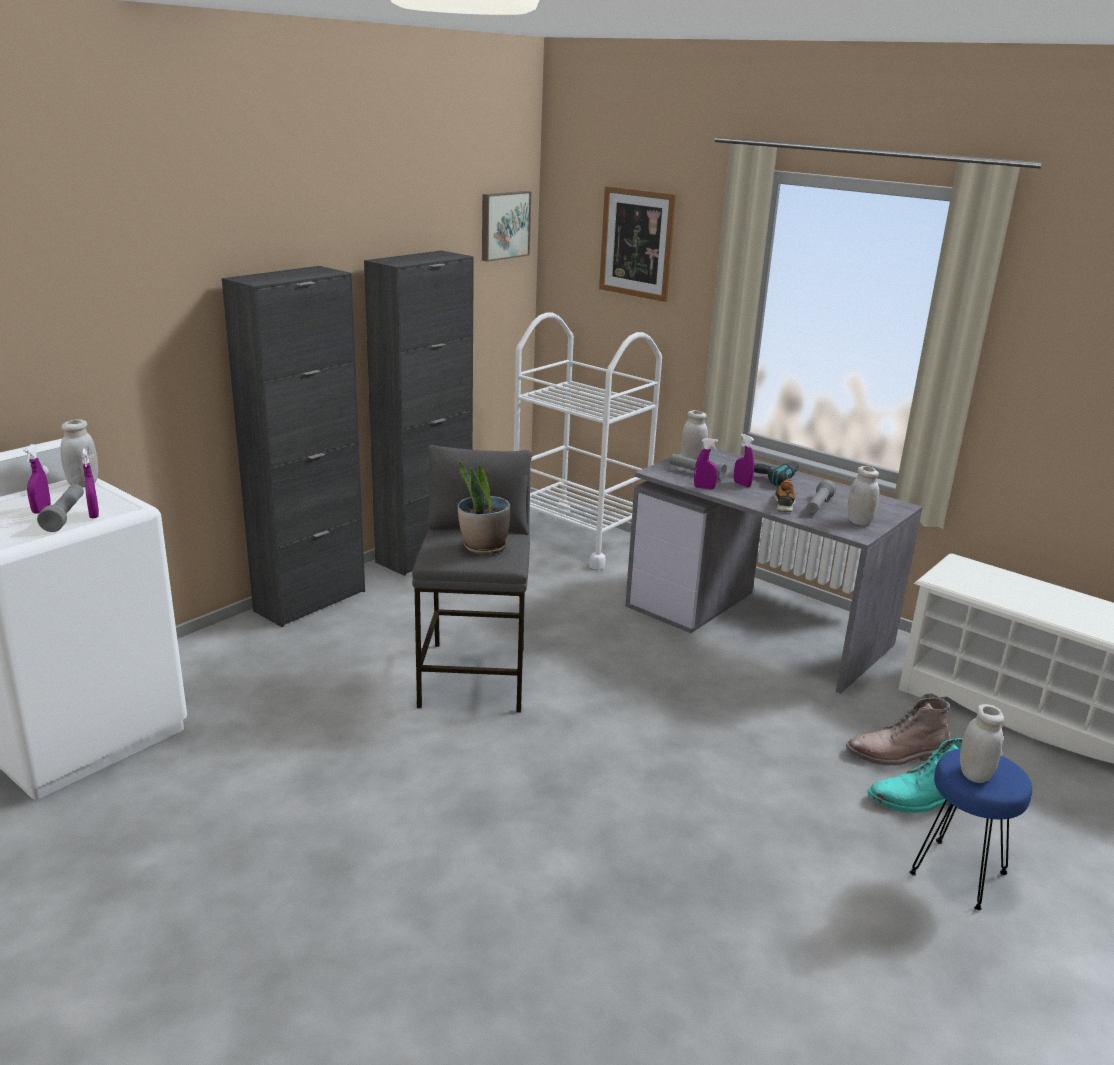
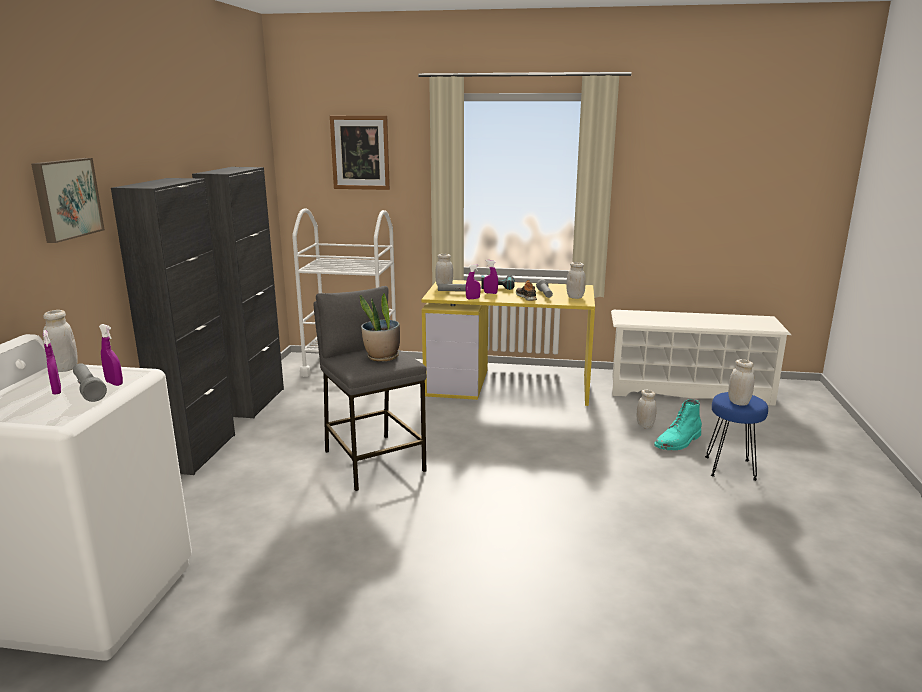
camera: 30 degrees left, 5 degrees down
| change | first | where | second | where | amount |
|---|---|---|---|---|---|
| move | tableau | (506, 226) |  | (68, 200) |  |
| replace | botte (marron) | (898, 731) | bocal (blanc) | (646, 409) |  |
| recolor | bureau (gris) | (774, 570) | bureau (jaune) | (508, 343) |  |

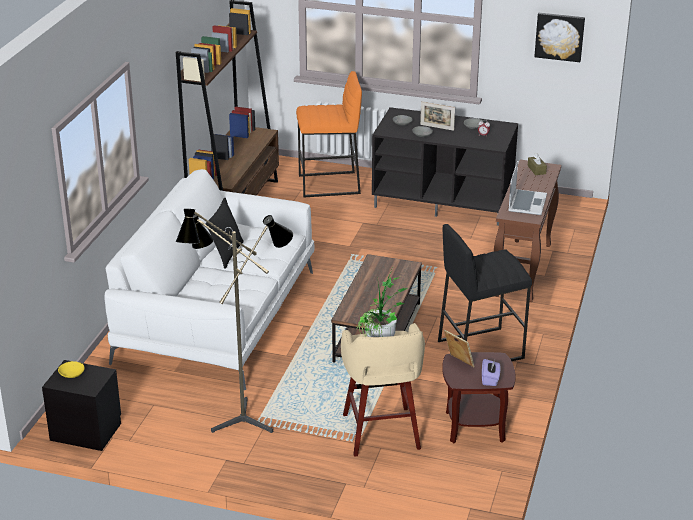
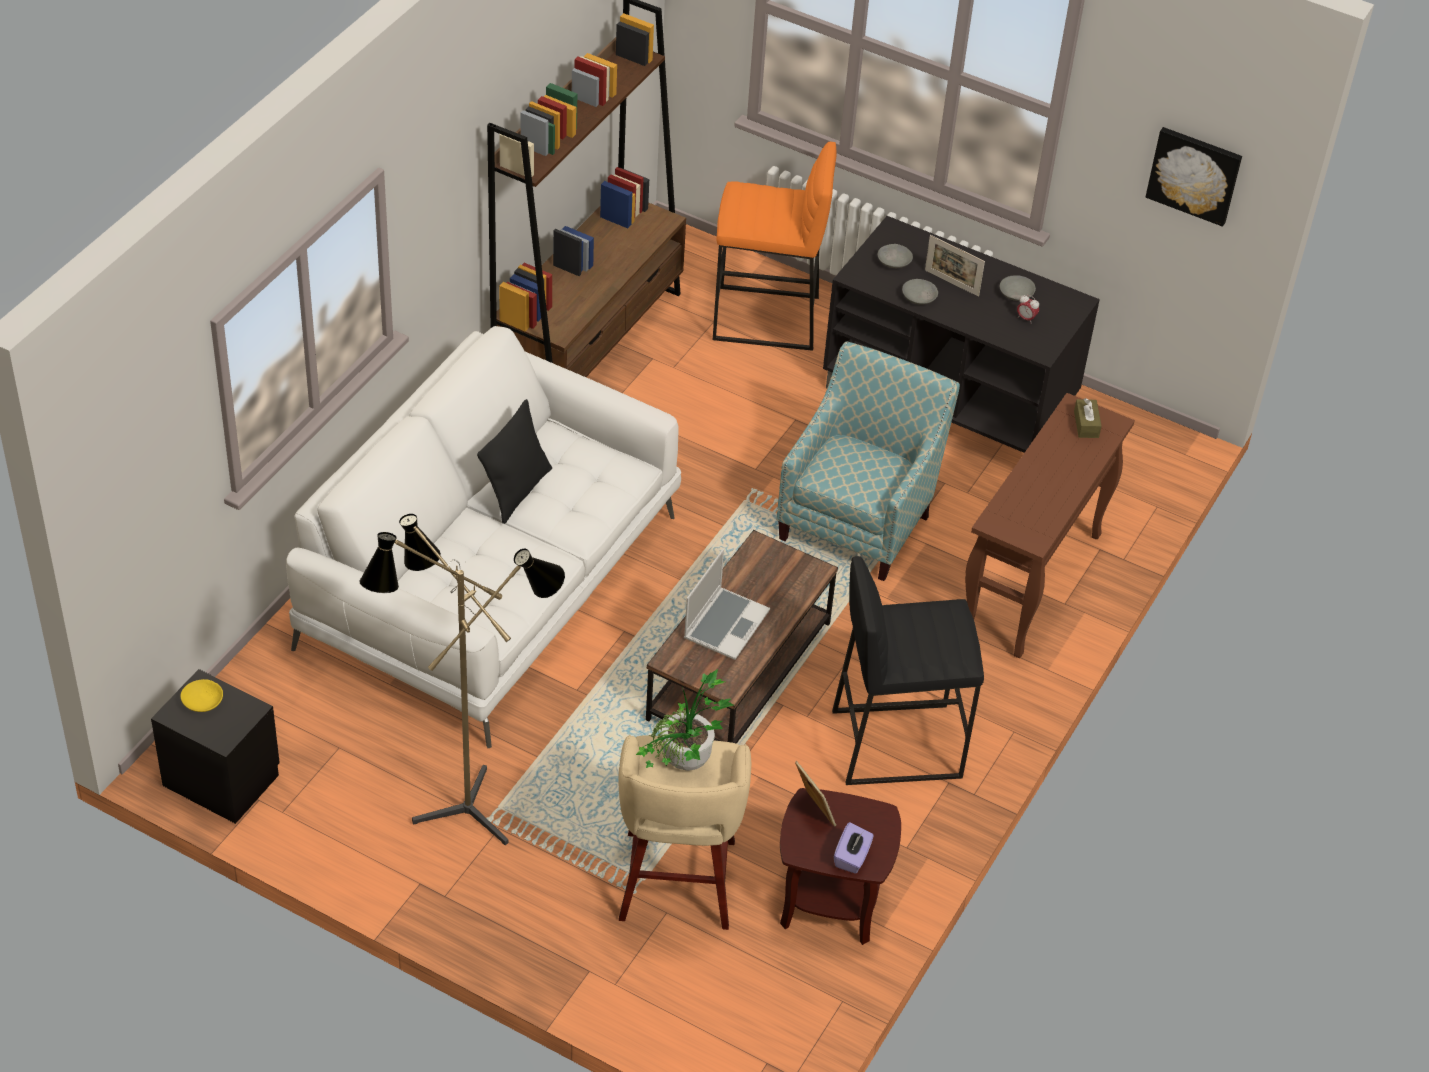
camera: 10 degrees right, 15 degrees up
| change | first | where | second | where | amount |
|---|---|---|---|---|---|
| insert |  |  | fauteuil | (868, 461) |  |
| move | ordinateur portable | (527, 188) |  | (727, 604) |  |

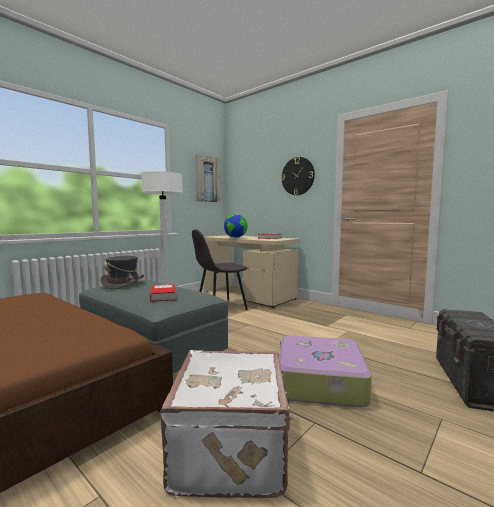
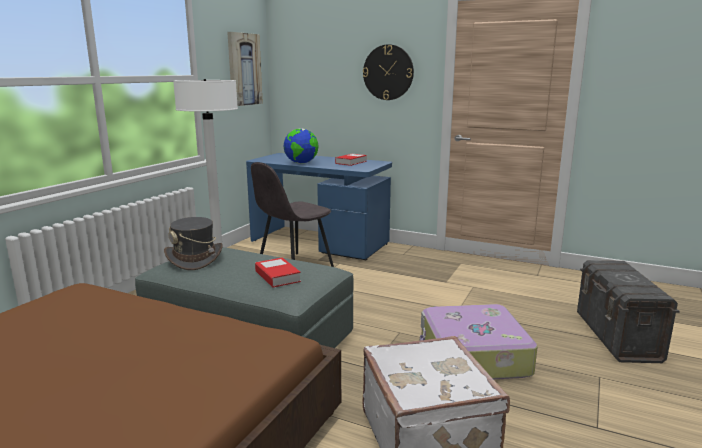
camera: 15 degrees left, 10 degrees up
| change | first | where | second | where | amount |
|---|---|---|---|---|---|
| recolor | bureau (beige) | (251, 271) | bureau (bleu) | (319, 206) |  |

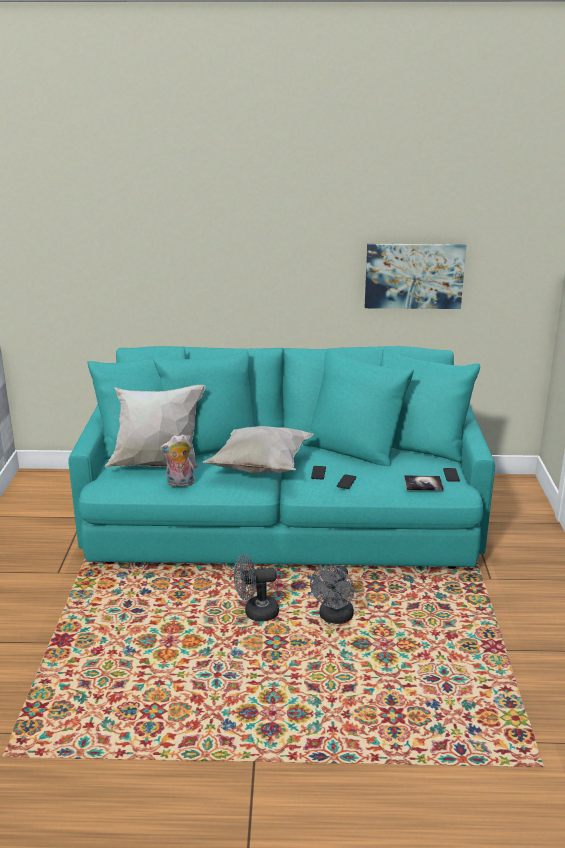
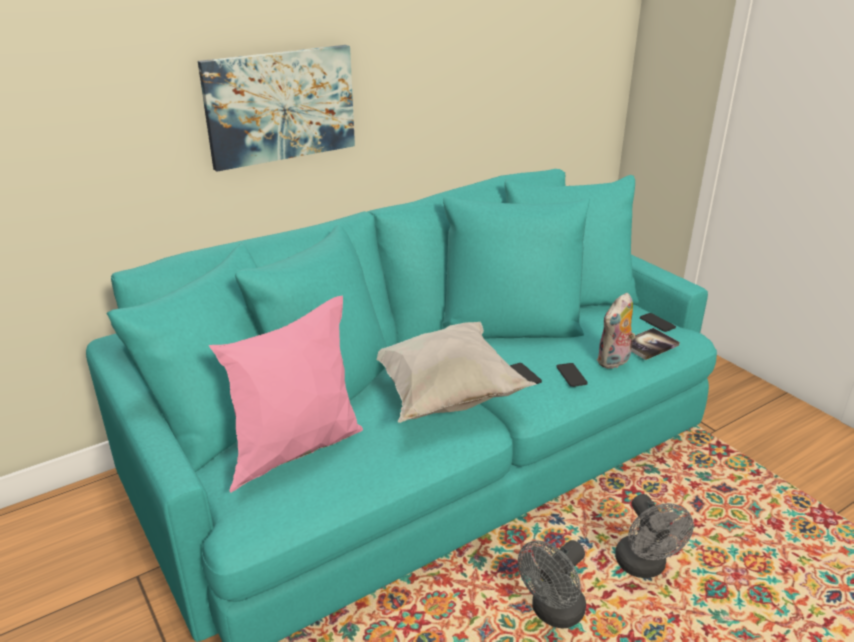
camera: 35 degrees left, 5 degrees up
| change | first | where | second | where | amount |
|---|---|---|---|---|---|
| move | peluche | (177, 460) |  | (616, 331) |  |
| move | tableau | (415, 276) |  | (276, 108) |  |
| recolor | coussin (blanc) | (155, 426) | coussin (rose) | (286, 394) |  |

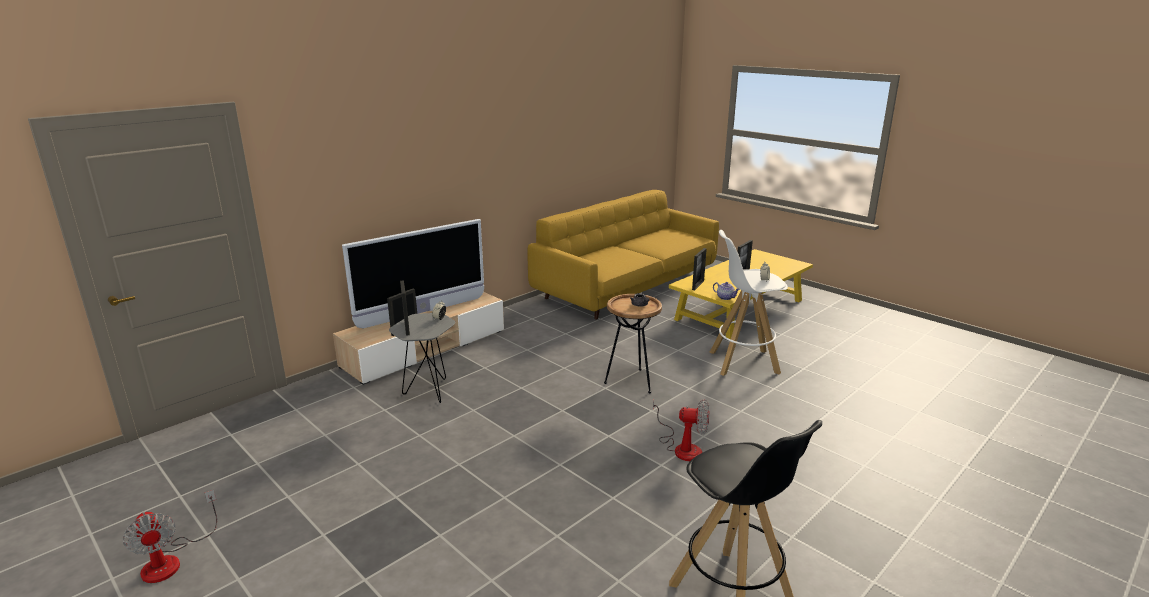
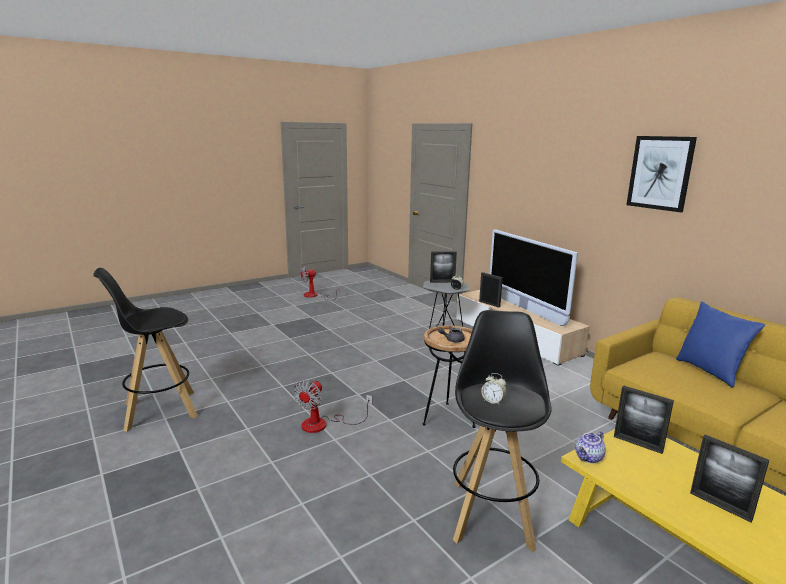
camera: 100 degrees right, 5 degrees down
| change | first | where | second | where | amount |
|---|---|---|---|---|---|
| insert |  |  | tableau | (661, 174) |  |
| insert |  |  | coussin (bleu) | (720, 344) |  |
| recolor | tabouret (blanc) | (748, 303) | tabouret (noir) | (502, 431) |  |

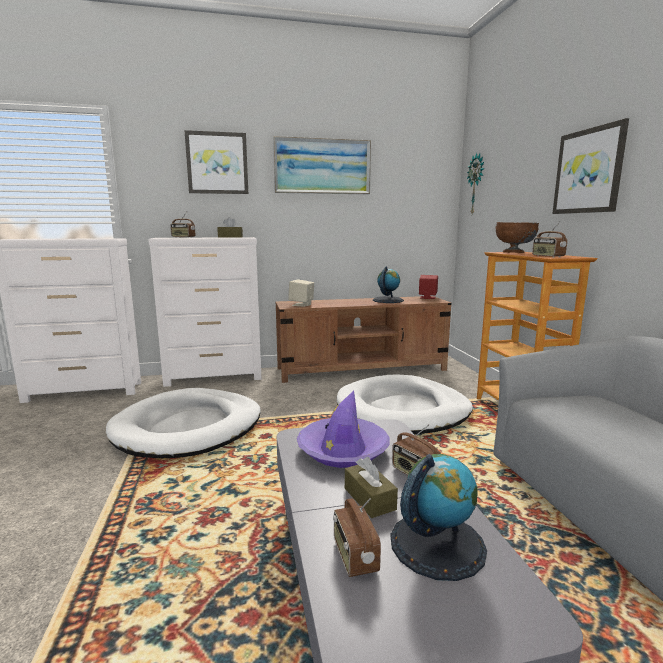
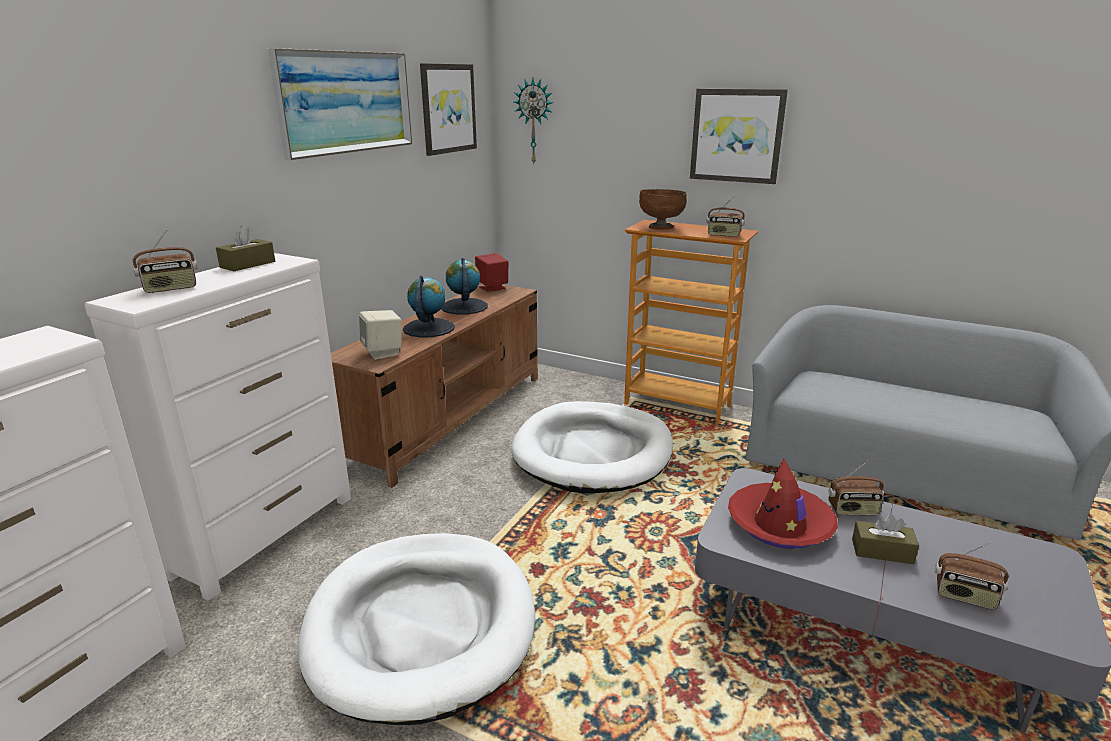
camera: 50 degrees left, 10 degrees up
| change | first | where | second | where | amount |
|---|---|---|---|---|---|
| move | tableau | (216, 162) |  | (448, 109) |  |
| move | globe | (439, 517) |  | (429, 306) |  |
| recolor | chapeau (violet) | (343, 429) | chapeau (rouge) | (783, 503) |  |

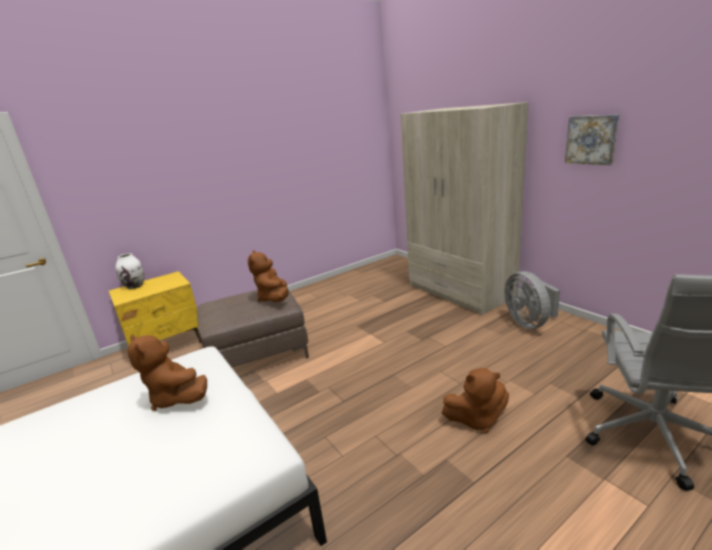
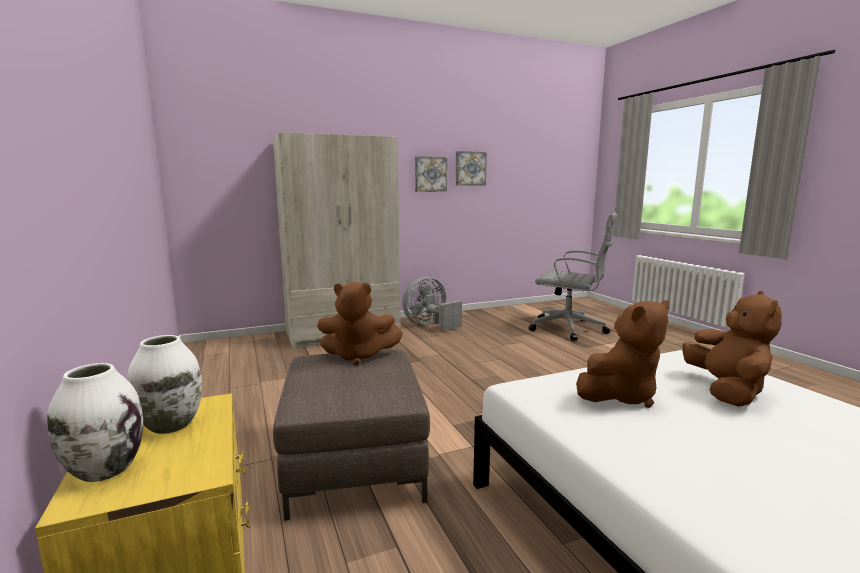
camera: 80 degrees left, 10 degrees down
| change | first | where | second | where | amount |
|---|---|---|---|---|---|
| insert |  |  | vase (blanc) | (164, 384) |  |
| insert |  |  | tableau | (471, 168) |  |
| move | peluche (marron) | (475, 401) |  | (732, 349) |  |
| rotate | ventilateur (gris) | (532, 300) |  | (432, 304) | 150 degrees clockwise |

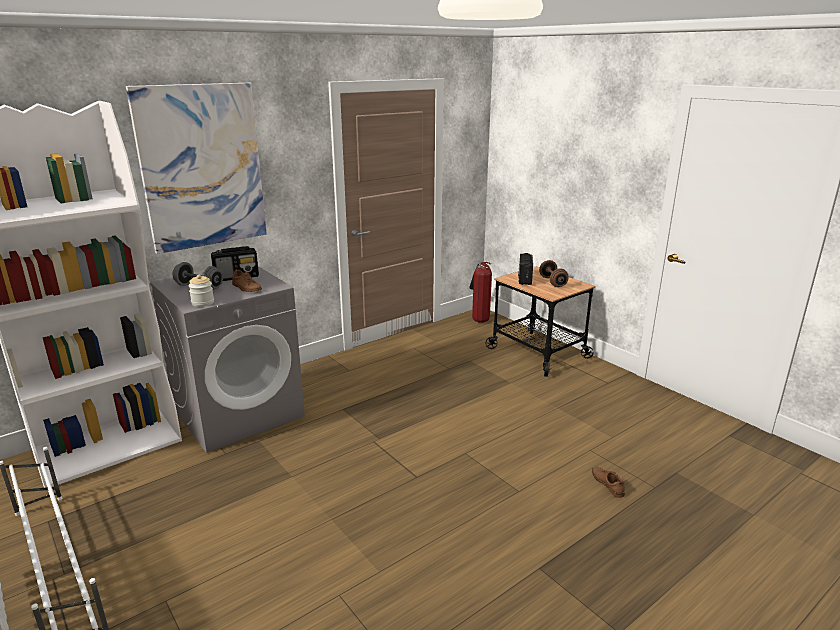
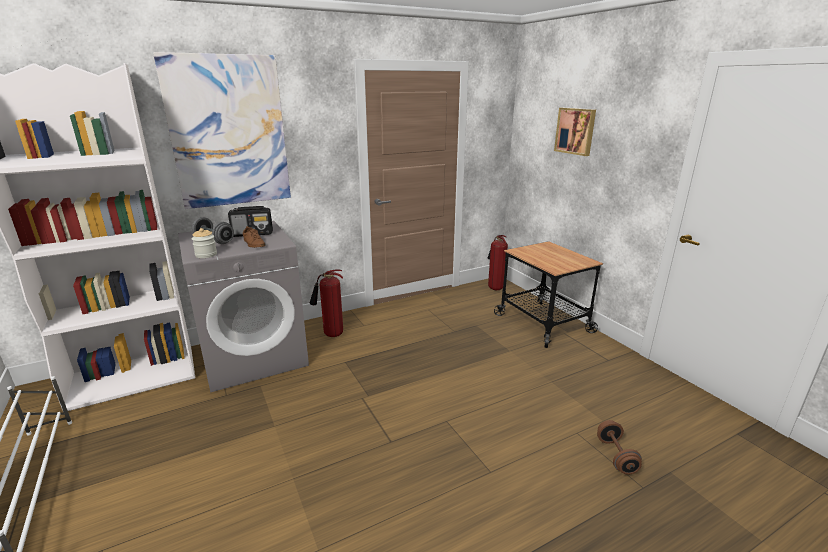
camera: 10 degrees right, 0 degrees up
| change | first | where | second | where | amount |
|---|---|---|---|---|---|
| delete | radio | (525, 269) |  |  |  |
| delete | chaussure (marron) | (608, 482) |  |  |  |
| insert |  |  | extincteur | (326, 303) |  |
| insert |  |  | tableau | (575, 132) |  |
| move | haltère (marron) | (553, 273) |  | (619, 447) |  |

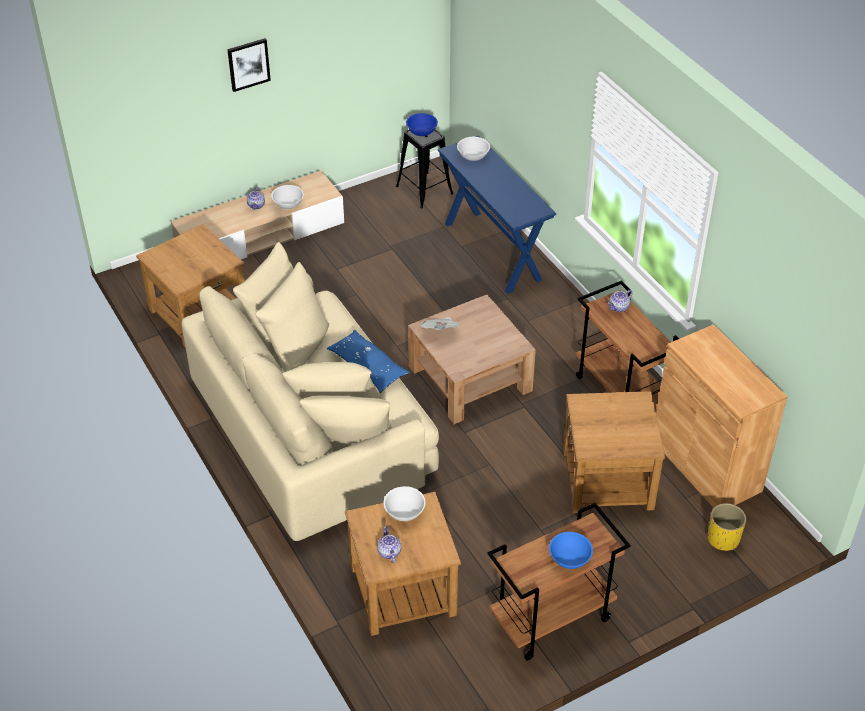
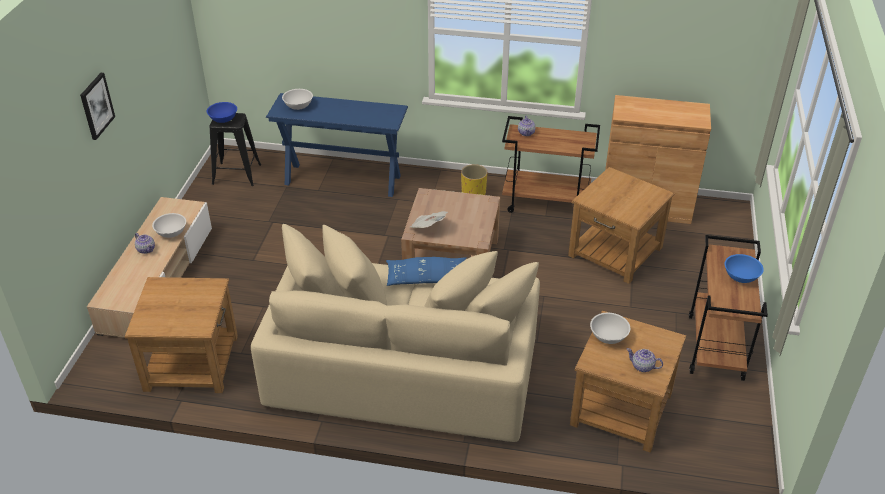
camera: 50 degrees left, 5 degrees down
| change | first | where | second | where | amount |
|---|---|---|---|---|---|
| move | cache-pot (jaune) | (727, 527) |  | (474, 179) |  |

